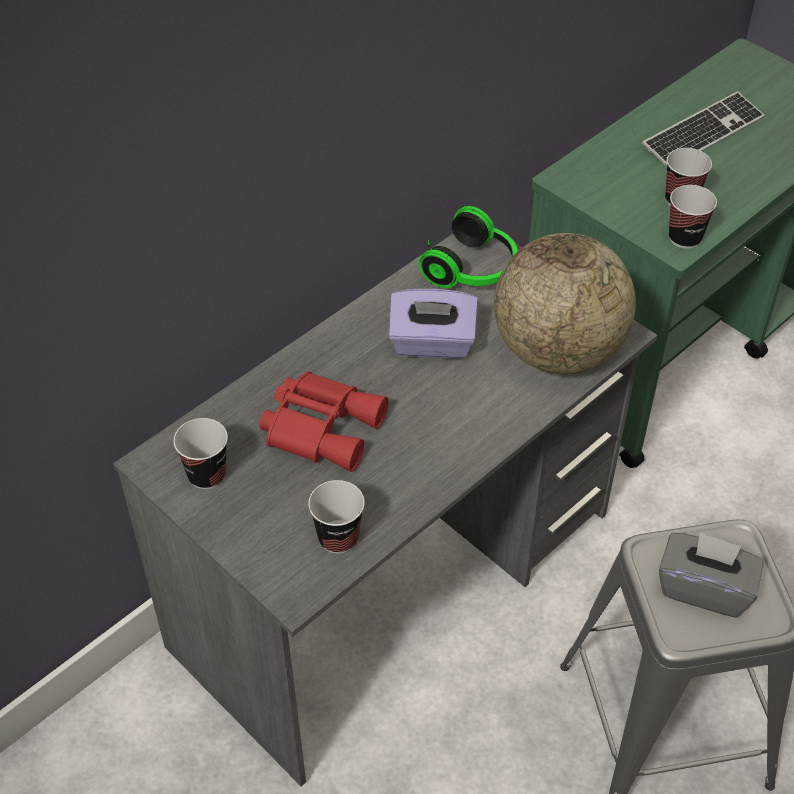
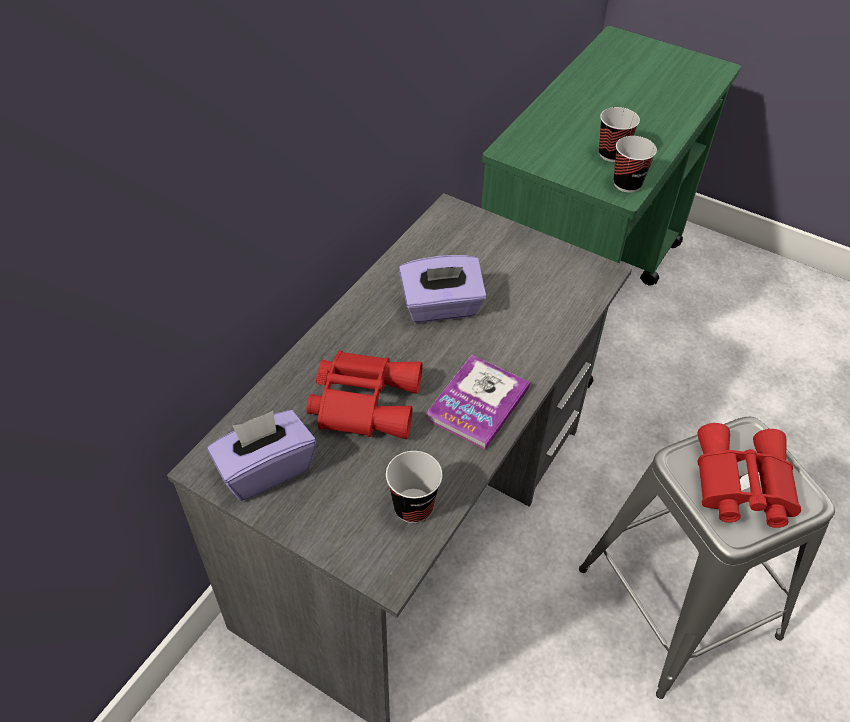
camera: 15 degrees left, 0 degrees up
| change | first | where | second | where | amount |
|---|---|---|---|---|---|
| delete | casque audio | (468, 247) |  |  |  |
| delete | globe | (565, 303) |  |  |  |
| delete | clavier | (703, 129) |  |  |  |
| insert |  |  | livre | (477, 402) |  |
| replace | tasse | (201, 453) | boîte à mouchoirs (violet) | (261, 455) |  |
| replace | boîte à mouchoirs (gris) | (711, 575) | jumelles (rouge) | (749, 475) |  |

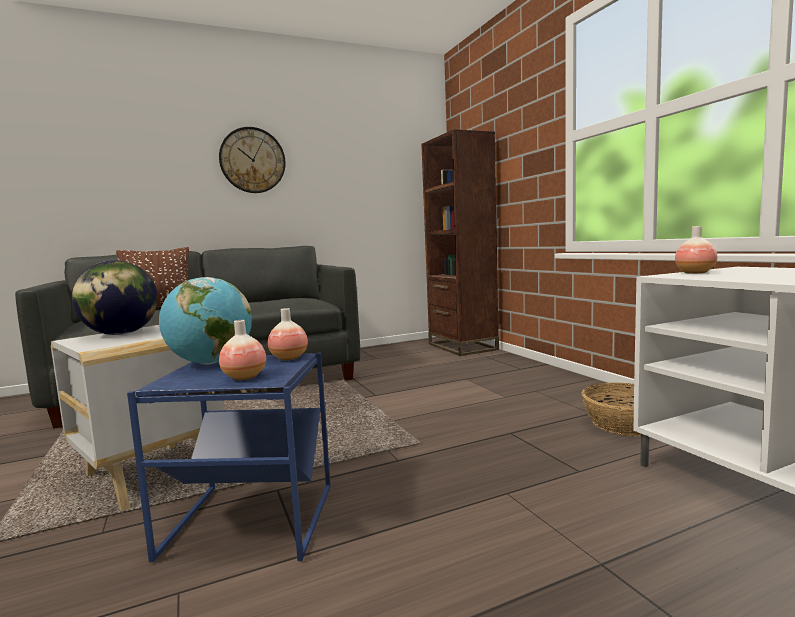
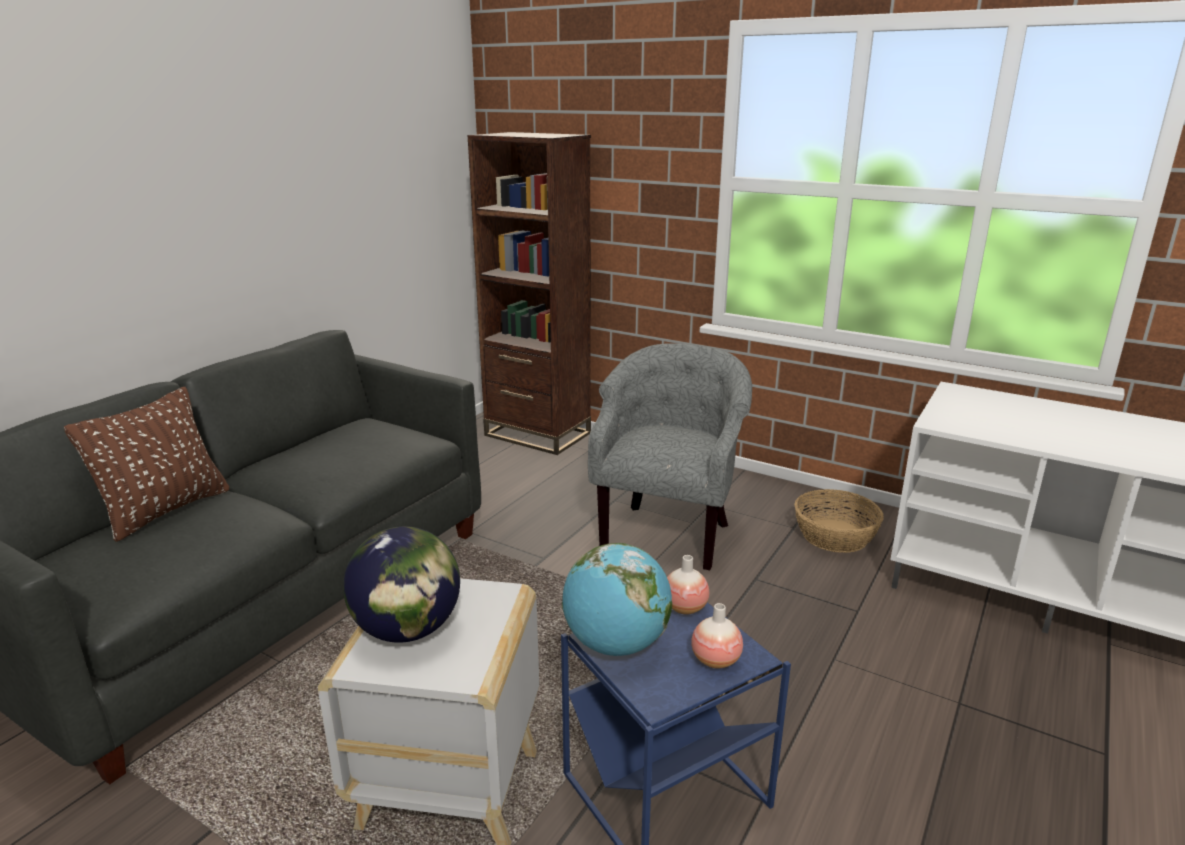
camera: 35 degrees left, 15 degrees up
| change | first | where | second | where | amount |
|---|---|---|---|---|---|
| delete | horloge murale | (252, 160) |  |  |  |
| delete | vase | (696, 250) |  |  |  |
| insert |  |  | fauteuil (gris) | (670, 456) |  |

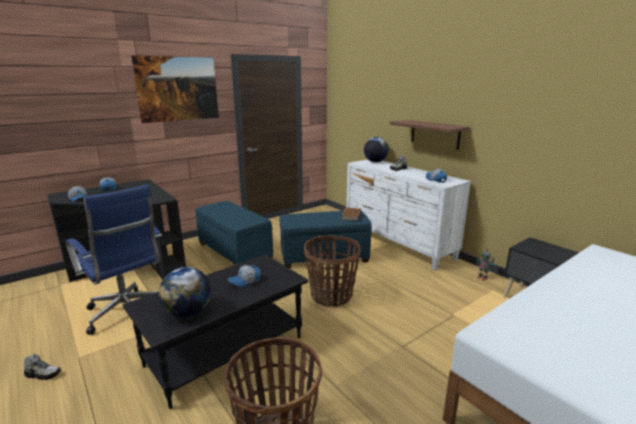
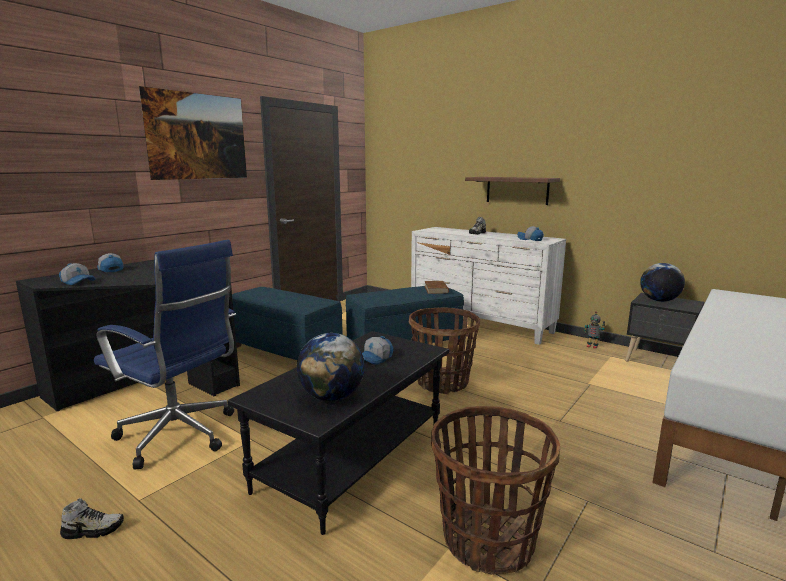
camera: 15 degrees left, 5 degrees down
| change | first | where | second | where | amount |
|---|---|---|---|---|---|
| move | globe | (376, 149) |  | (662, 282) |  |

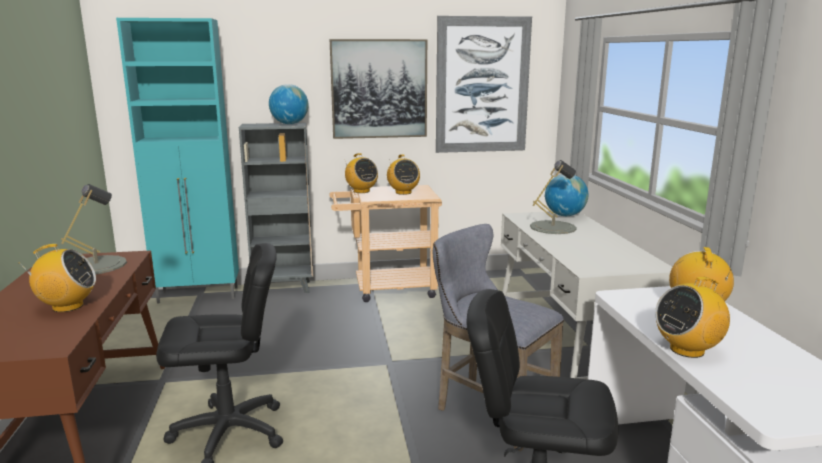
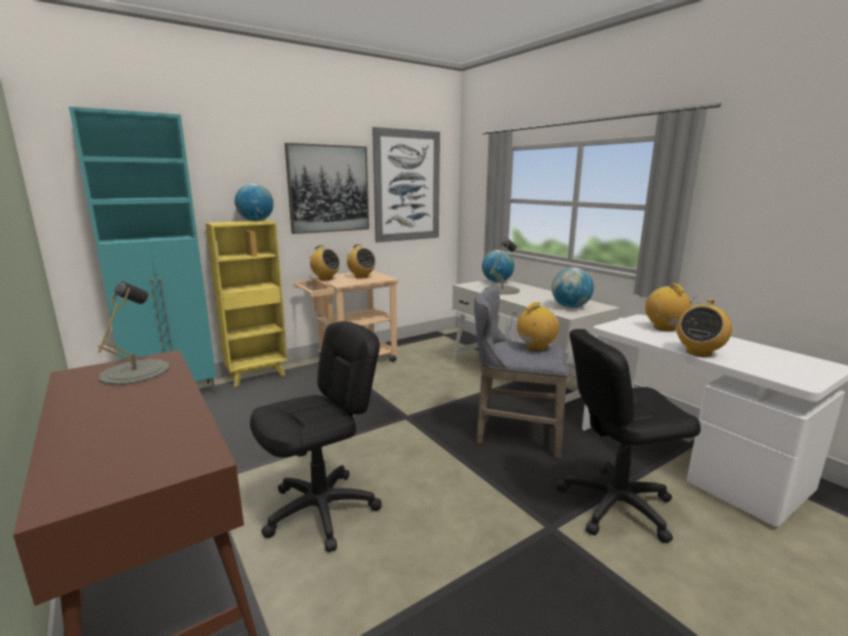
camera: 25 degrees left, 0 degrees up
| change | first | where | second | where | amount |
|---|---|---|---|---|---|
| insert |  |  | globe | (573, 287) |  |
| move | radio | (57, 278) |  | (538, 326) |  |
| recolor | bibliothèque (gris) | (276, 208) | bibliothèque (jaune) | (246, 303) |  |

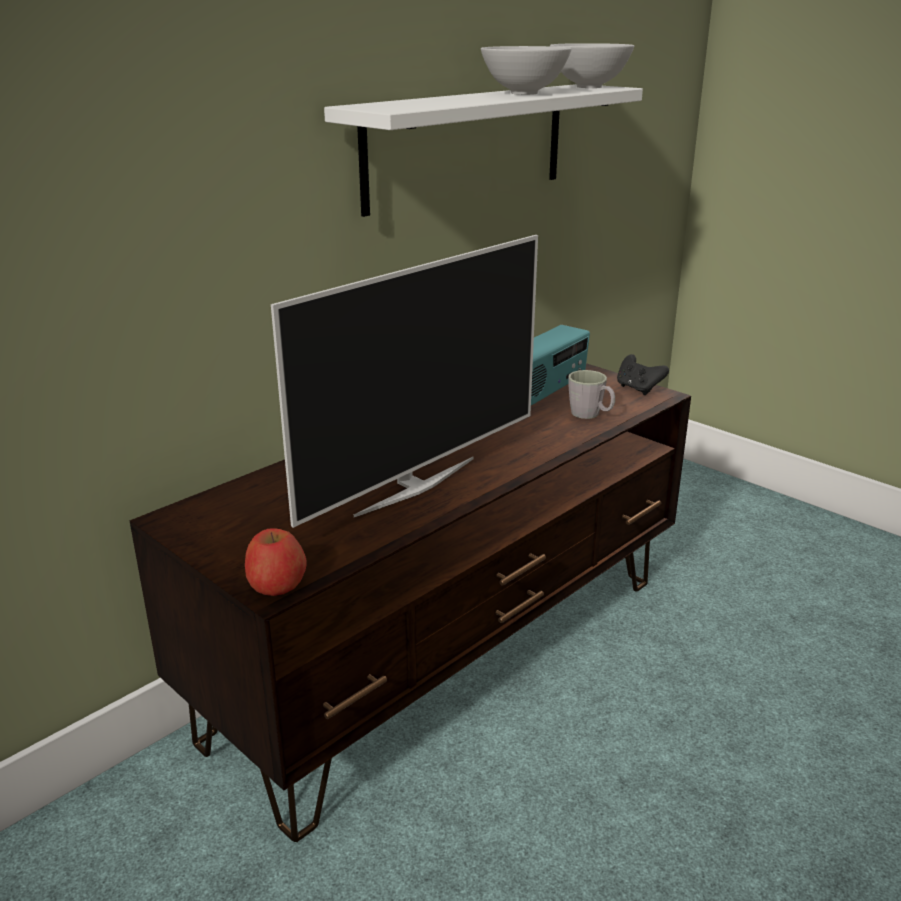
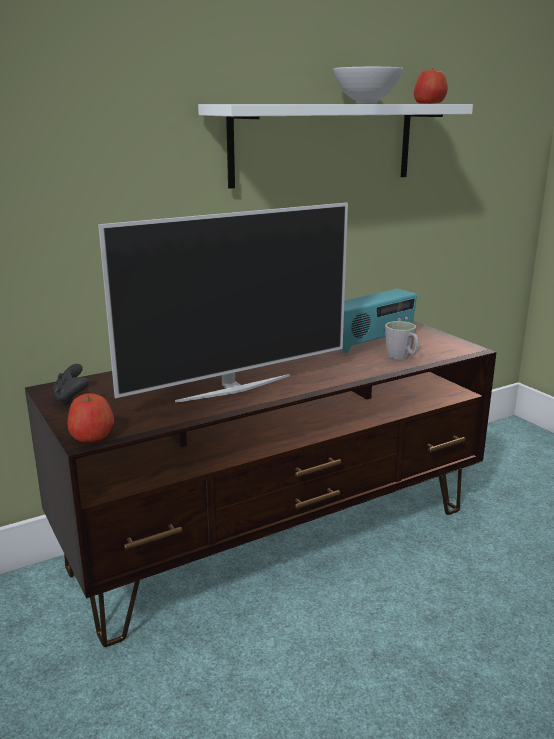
camera: 15 degrees right, 5 degrees down
| change | first | where | second | where | amount |
|---|---|---|---|---|---|
| move | manette (noir) | (643, 374) |  | (71, 384) |  |
| replace | bol (blanc) | (592, 65) | pomme | (431, 86) |  |

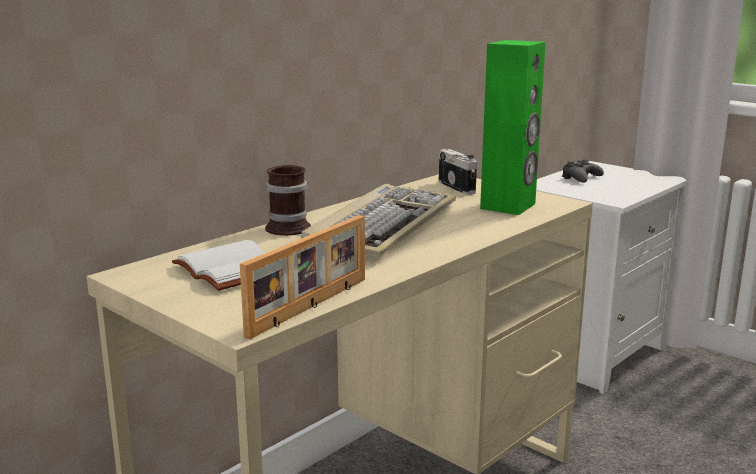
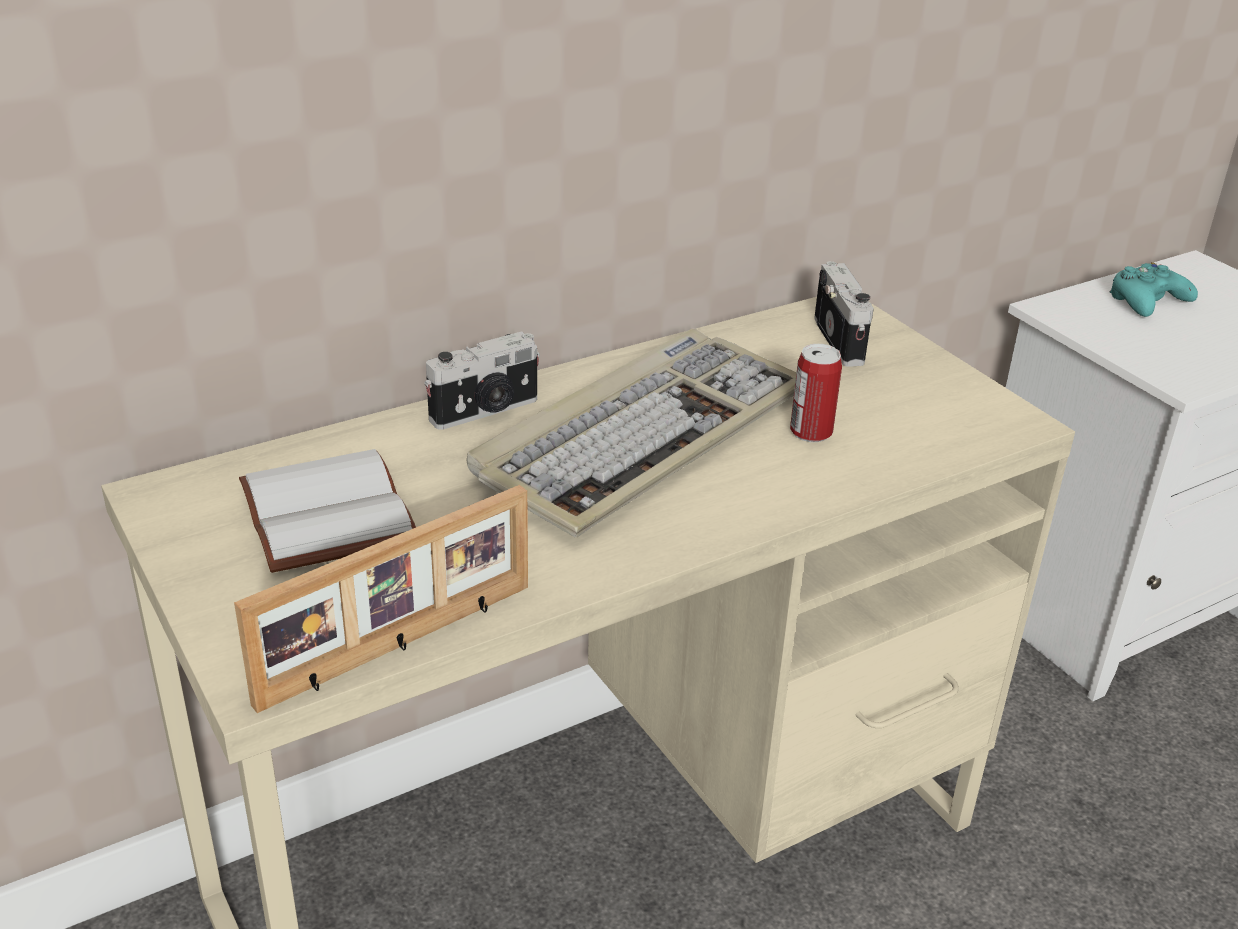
camera: 15 degrees right, 15 degrees up
| change | first | where | second | where | amount |
|---|---|---|---|---|---|
| delete | enceinte (vert) | (513, 127) |  |  |  |
| insert |  |  | boîte métallique | (816, 393) |  |
| replace | mug | (288, 200) | appareil photo | (482, 380) |  |
| recolor | manette (noir) | (583, 171) | manette (turquoise) | (1154, 289) |  |

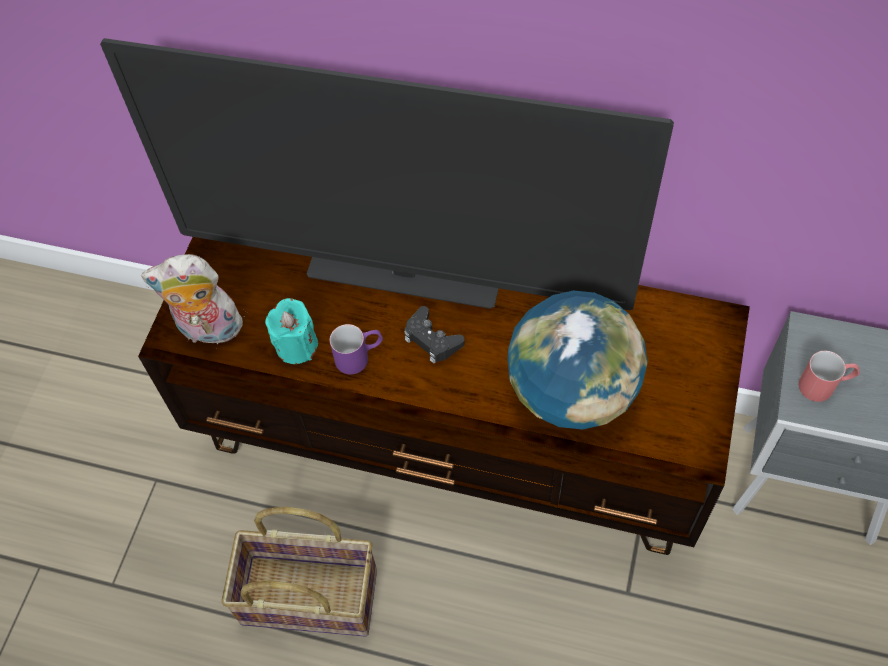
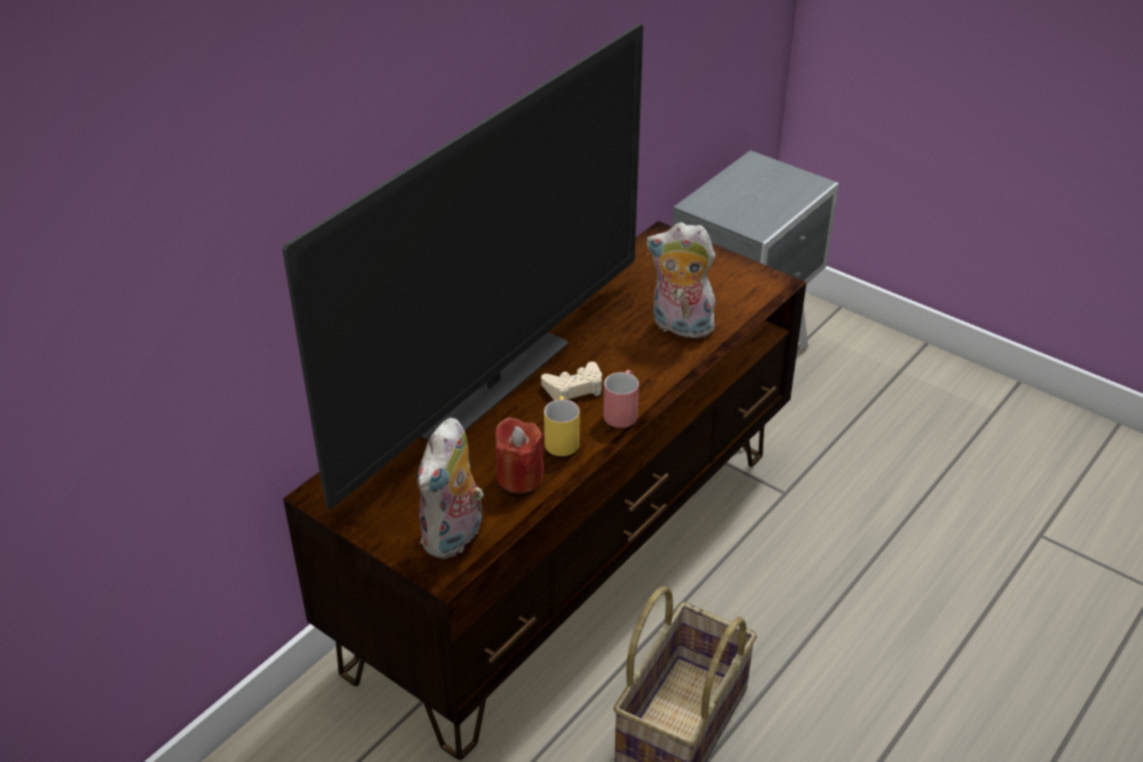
camera: 70 degrees left, 20 degrees down
| change | first | where | second | where | amount |
|---|---|---|---|---|---|
| move | mug (rouge) | (829, 376) |  | (621, 399) |  |
| replace | globe | (577, 360) | peluche | (682, 281) |  |
| recolor | bougie (turquoise) | (291, 331) | bougie (rouge) | (519, 455) |  |
| recolor | mug (violet) | (356, 349) | mug (jaune) | (562, 426) |  |
| recolor | manette (noir) | (434, 334) | manette (beige) | (571, 381) |  |

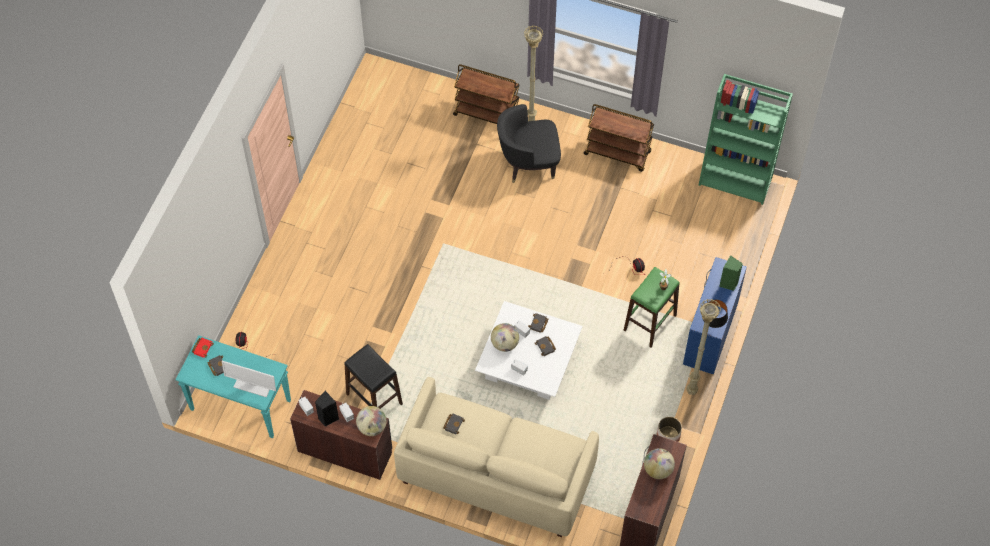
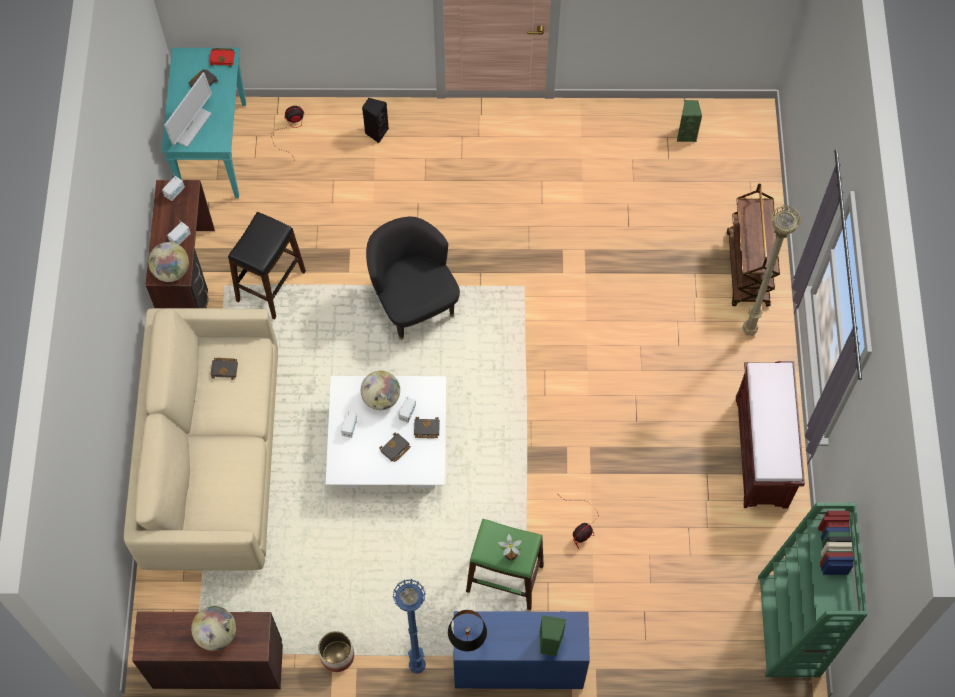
camera: 70 degrees right, 5 degrees up
| change | first | where | second | where | amount |
|---|---|---|---|---|---|
| insert |  |  | enceinte (vert) | (689, 121) |  |
| move | enceinte (noir) | (327, 409) |  | (375, 120) |  |
| move | fauteuil (noir) | (529, 143) |  | (413, 278) |  |
| replace | chariot (marron) | (619, 138) | banc (marron) | (770, 434) |  |
| recolor | lampadaire (beige) | (703, 347) | lampadaire (bleu) | (409, 626) |  |
| rotate | écran d'ordinateur | (249, 379) |  | (188, 109) | 150 degrees counterclockwise |

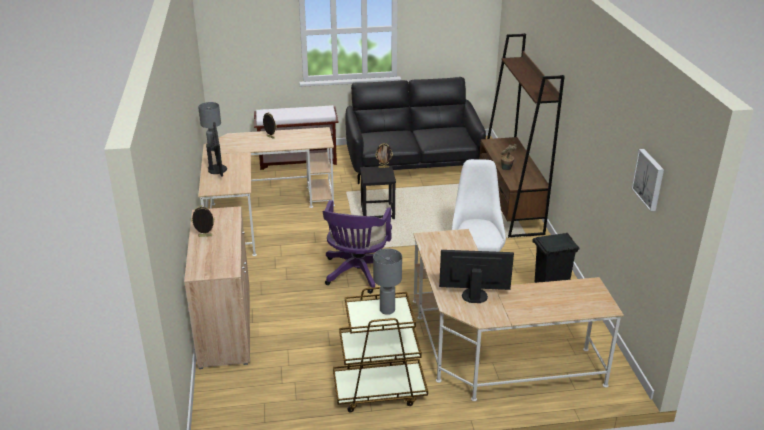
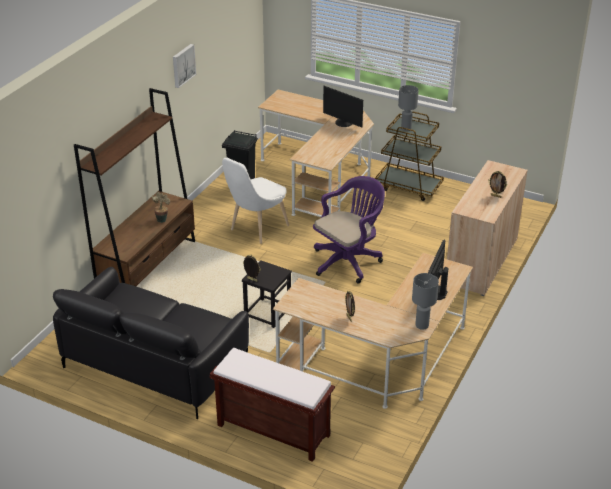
camera: 145 degrees left, 5 degrees up
| change | first | where | second | where | amount |
|---|---|---|---|---|---|
| move | tableau | (647, 180) |  | (184, 66) |  |

